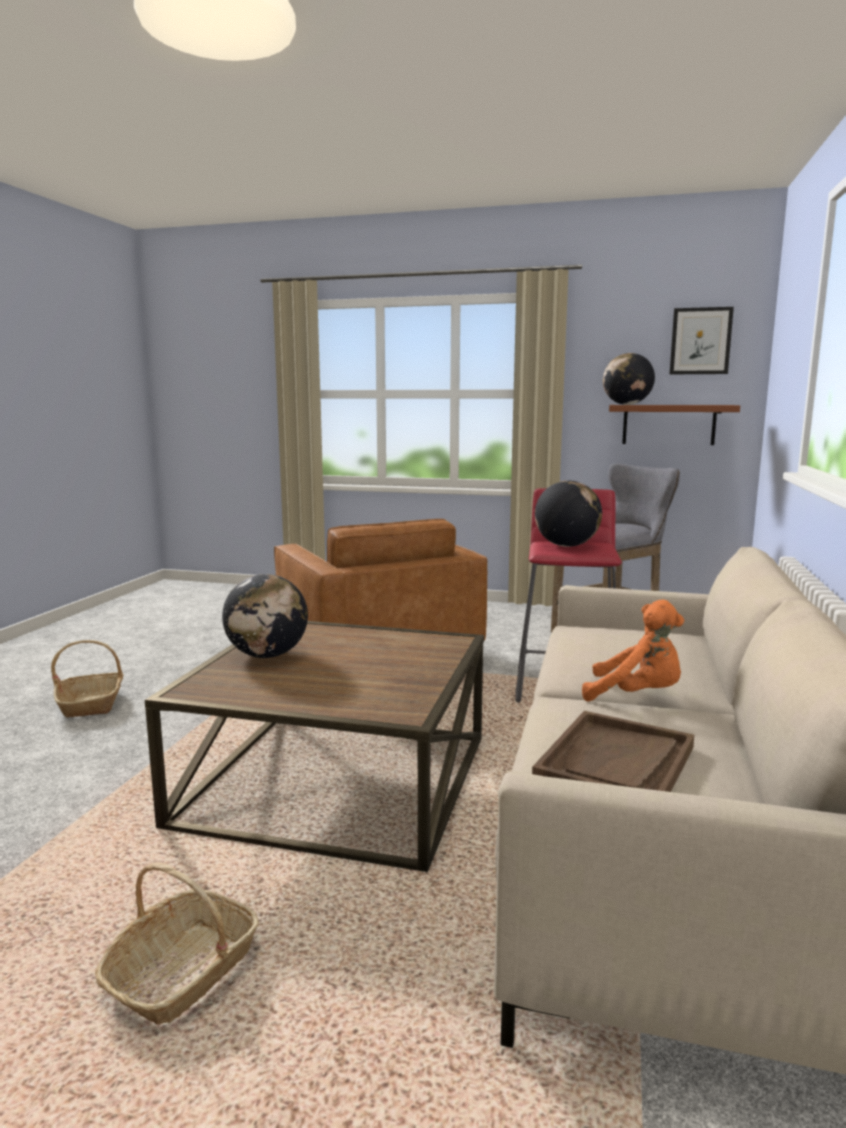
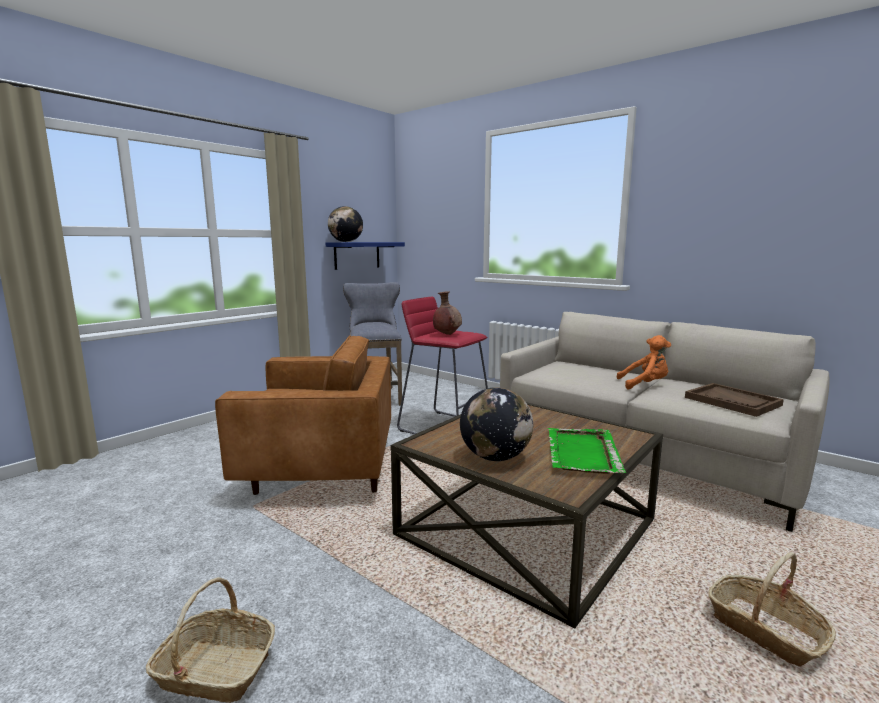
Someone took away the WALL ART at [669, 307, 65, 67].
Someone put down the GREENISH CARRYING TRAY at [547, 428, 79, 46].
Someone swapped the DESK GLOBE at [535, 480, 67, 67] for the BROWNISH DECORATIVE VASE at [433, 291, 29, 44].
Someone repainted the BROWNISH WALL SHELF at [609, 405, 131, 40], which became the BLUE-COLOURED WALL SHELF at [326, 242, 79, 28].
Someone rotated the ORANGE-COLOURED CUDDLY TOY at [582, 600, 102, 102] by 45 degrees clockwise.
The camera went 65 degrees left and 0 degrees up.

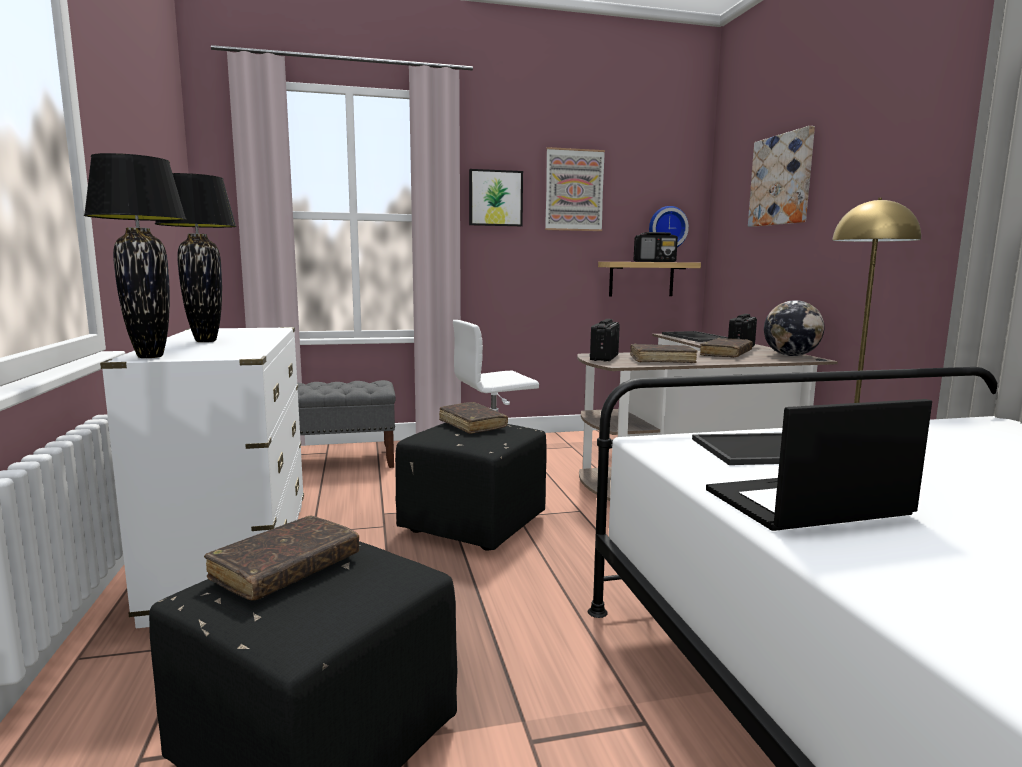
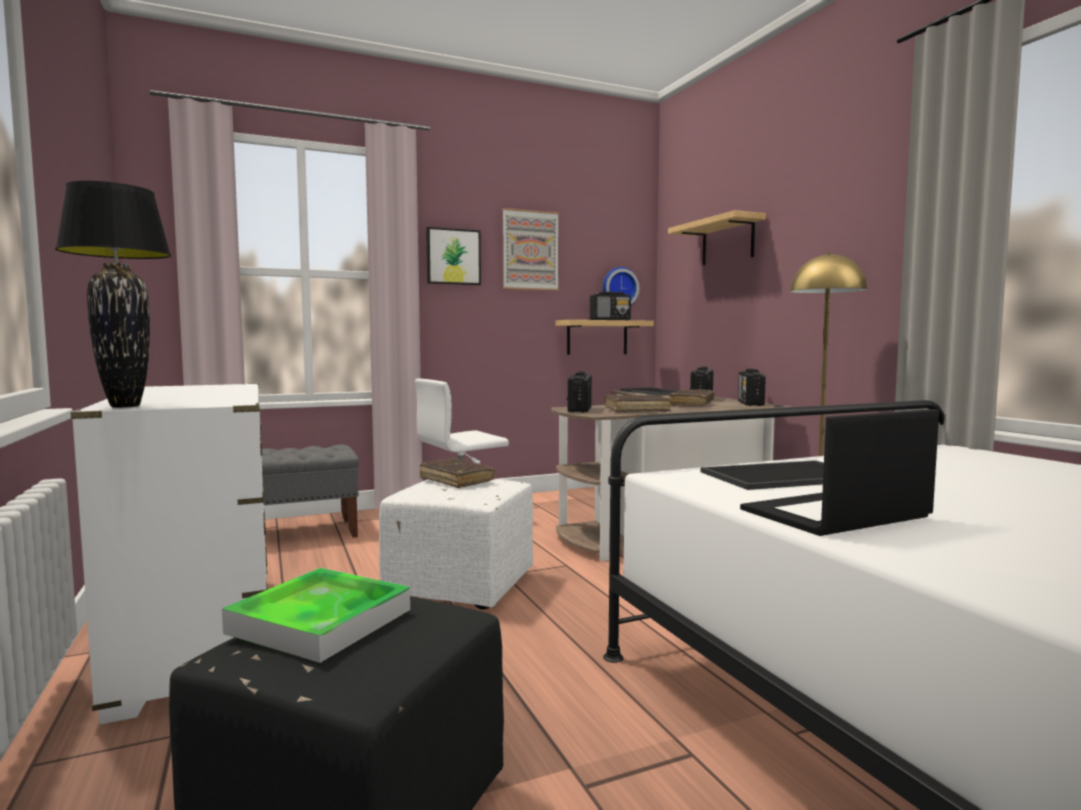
Someone took away the BLACK-COLOURED TABLETOP LAMP at [155, 173, 82, 169].
Someone swapped the BROWNISH BOUND BOOK at [204, 515, 155, 85] for the CARRYING TRAY at [222, 568, 188, 95].
Someone swapped the WALL ART at [748, 126, 67, 101] for the WALL SHELF at [668, 210, 98, 55].
Someone swapped the DESK GLOBE at [764, 300, 60, 56] for the RADIO at [738, 368, 28, 38].
Someone repainted the BLACK-COLOURED OTTOMAN at [395, 423, 152, 128], which became the WHITISH OTTOMAN at [379, 479, 154, 130].
The camera went 10 degrees left and 5 degrees down.

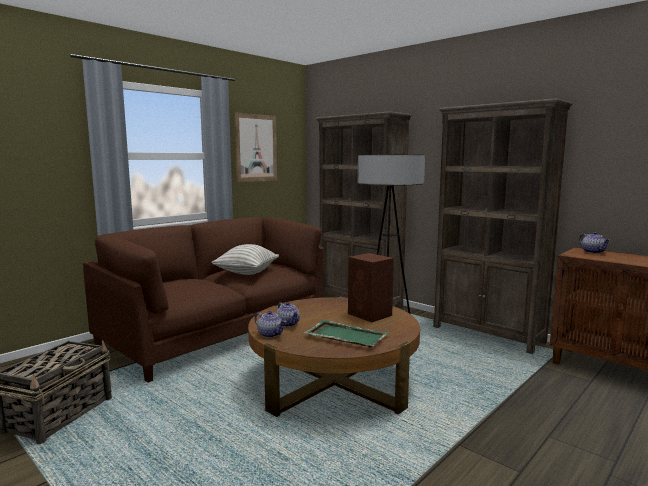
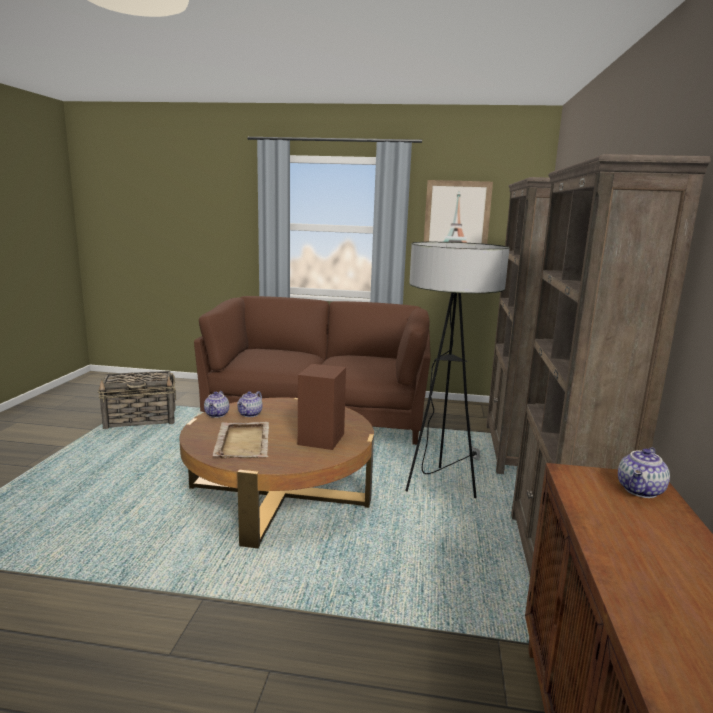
Someone took away the CUSHION at [212, 244, 67, 31].
Someone repainted the GREENISH CARRYING TRAY at [303, 320, 86, 28], which became the BEIGE-COLOURED CARRYING TRAY at [213, 422, 56, 36].
The camera went 55 degrees right and 5 degrees up.

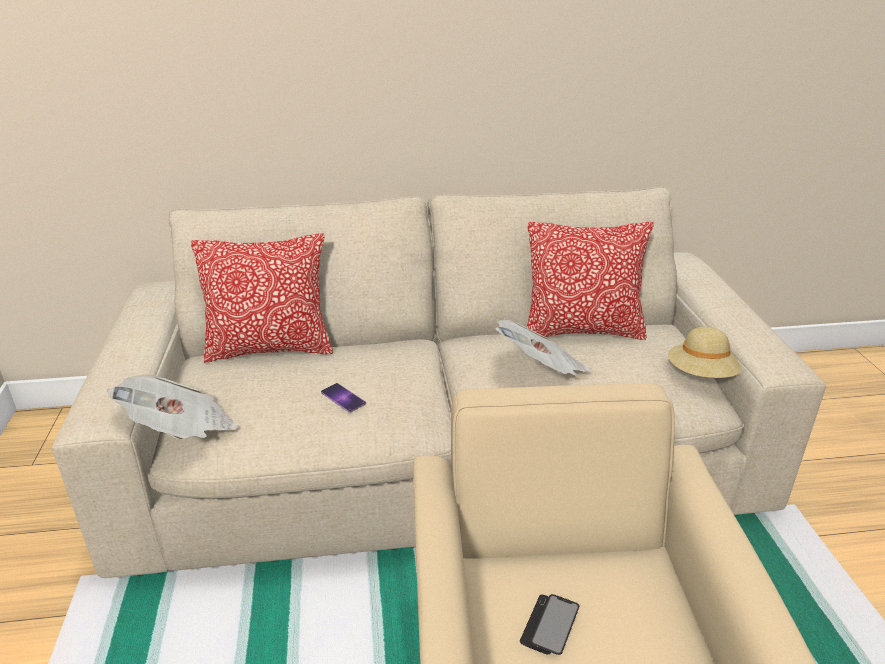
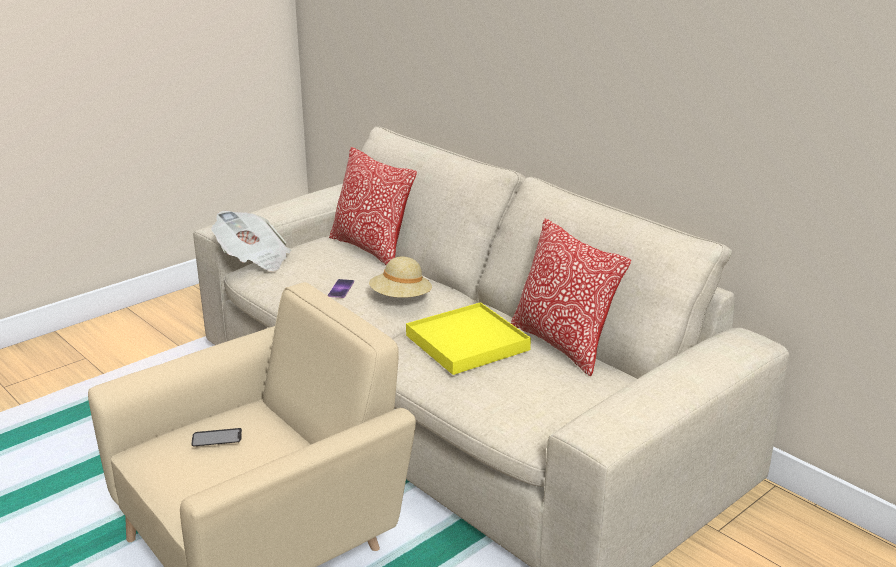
Someone carried the BEIGE-COLOURED WEARABLE HAT from [668, 327, 74, 51] to [369, 256, 63, 42].
Someone swapped the DAILY PAPER at [495, 320, 97, 55] for the YELLOW CARRYING TRAY at [406, 302, 125, 73].
The camera went 55 degrees right and 5 degrees down.

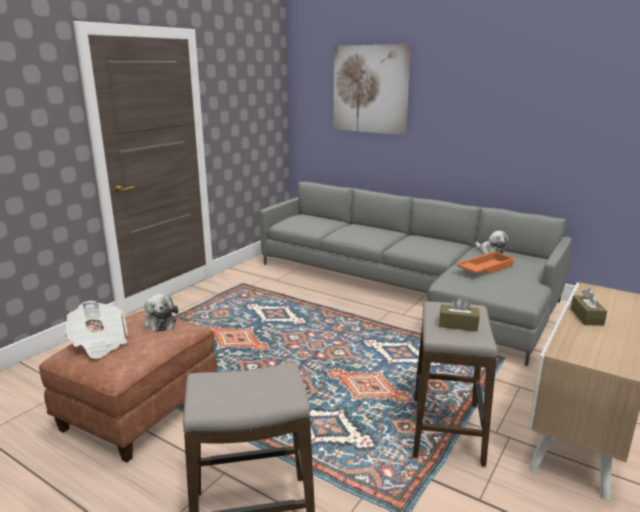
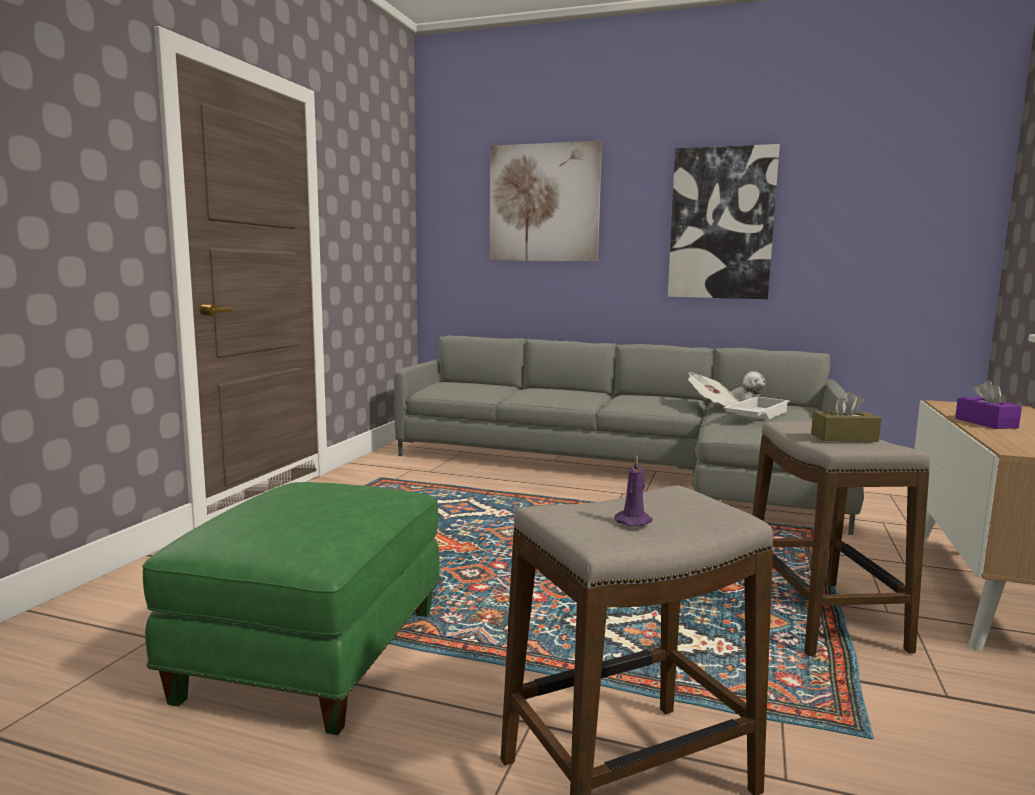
Someone took away the CUDDLY TOY at [143, 294, 35, 38].
Someone put down the PURPLE-COLOURED WAX CANDLE at [614, 455, 39, 72].
Someone put up the WALL ART at [668, 144, 112, 155].
Someone carried the DAILY PAPER from [65, 301, 62, 58] to [688, 372, 52, 35].
Someone repainted the BROWNISH OTTOMAN at [39, 310, 178, 152], which became the GREENISH OTTOMAN at [142, 482, 299, 253].
Someone repainted the ORANGE-COLOURED CARRYING TRAY at [456, 251, 60, 23], which became the WHITISH CARRYING TRAY at [723, 396, 67, 23].
Someone repainted the BROWNISH TISSUE BOX at [571, 288, 36, 38], which became the PURPLE-COLOURED TISSUE BOX at [955, 381, 67, 48].
The camera went 15 degrees left and 10 degrees down.

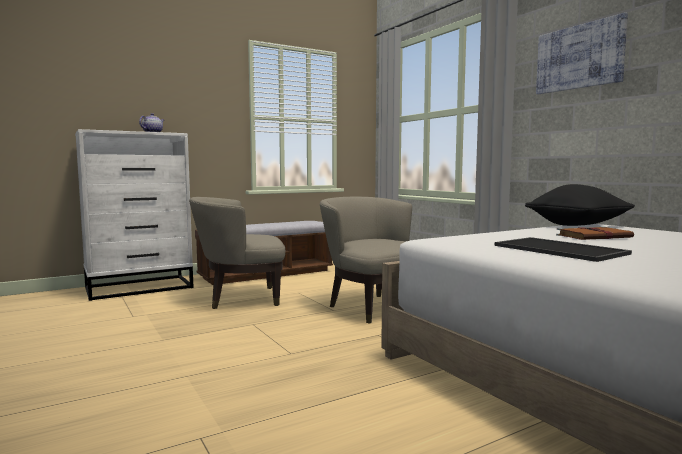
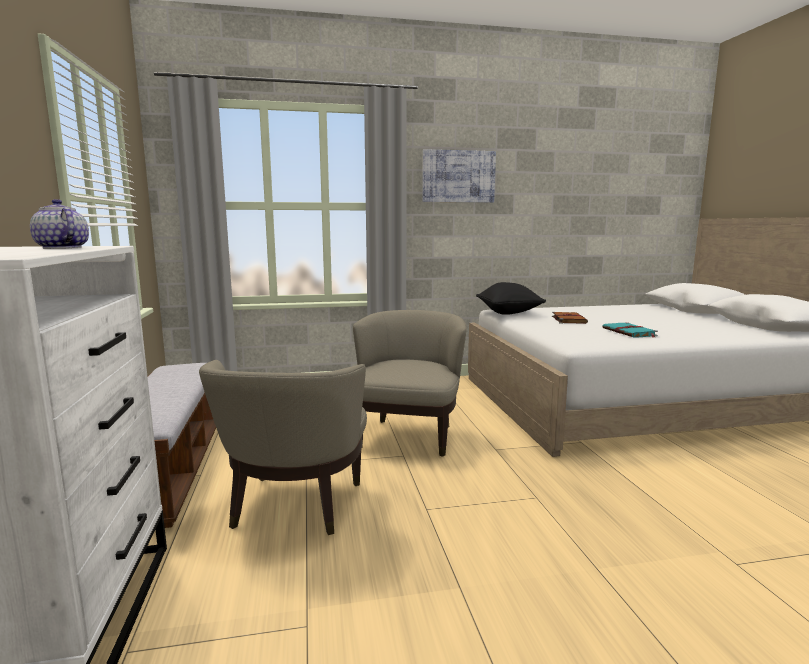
Someone swapped the CARRYING TRAY at [495, 237, 137, 25] for the BLUE-GREEN BOUND BOOK at [603, 322, 55, 16].
Someone rotated the BEIGE-COLOURED ARMCHAIR at [320, 197, 92, 126] by 120 degrees clockwise.
The camera went 70 degrees left and 5 degrees up.

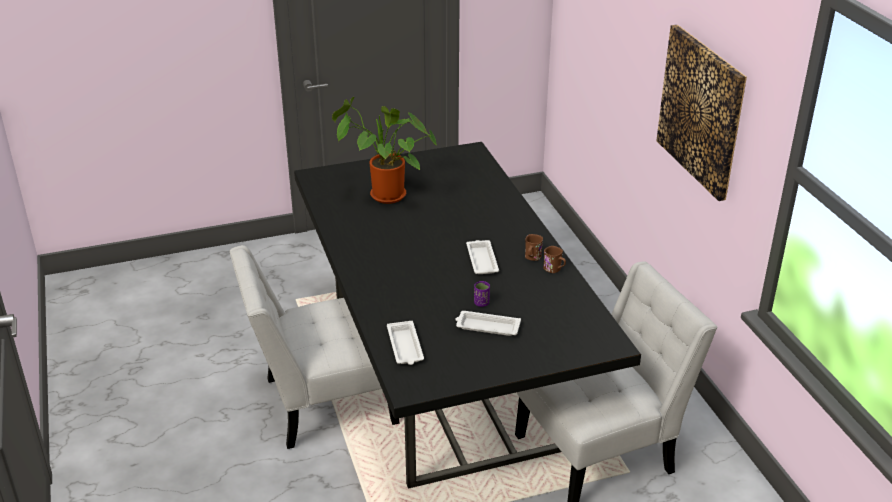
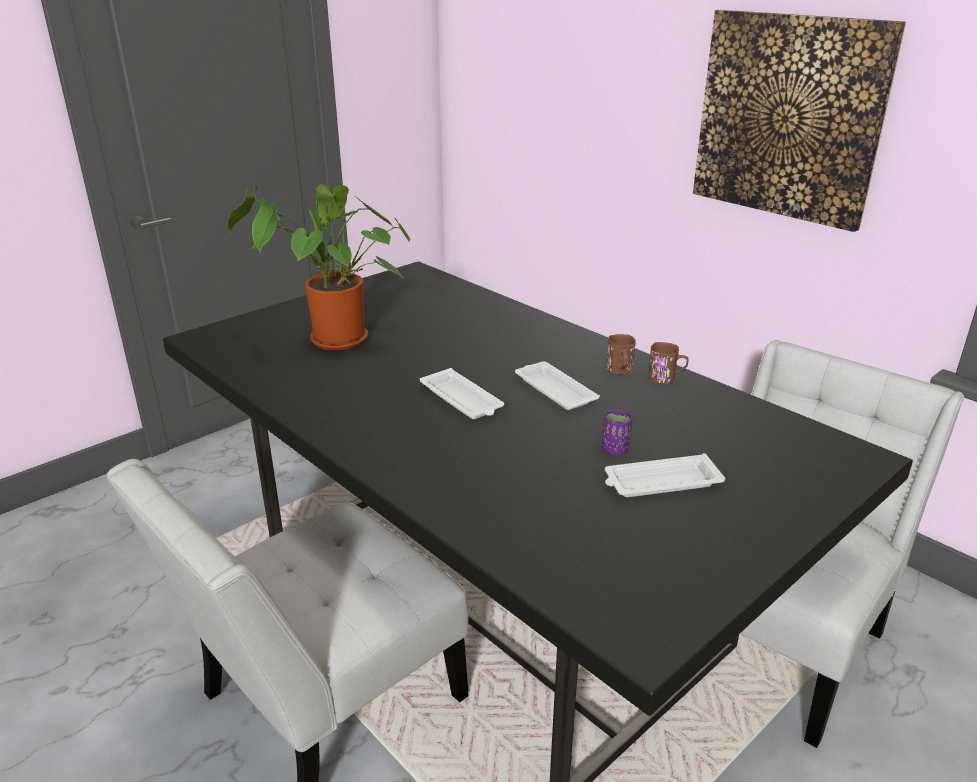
Someone carried the WHITISH CARRYING TRAY from [387, 321, 37, 44] to [420, 368, 84, 51].
The camera went 25 degrees left and 5 degrees down.

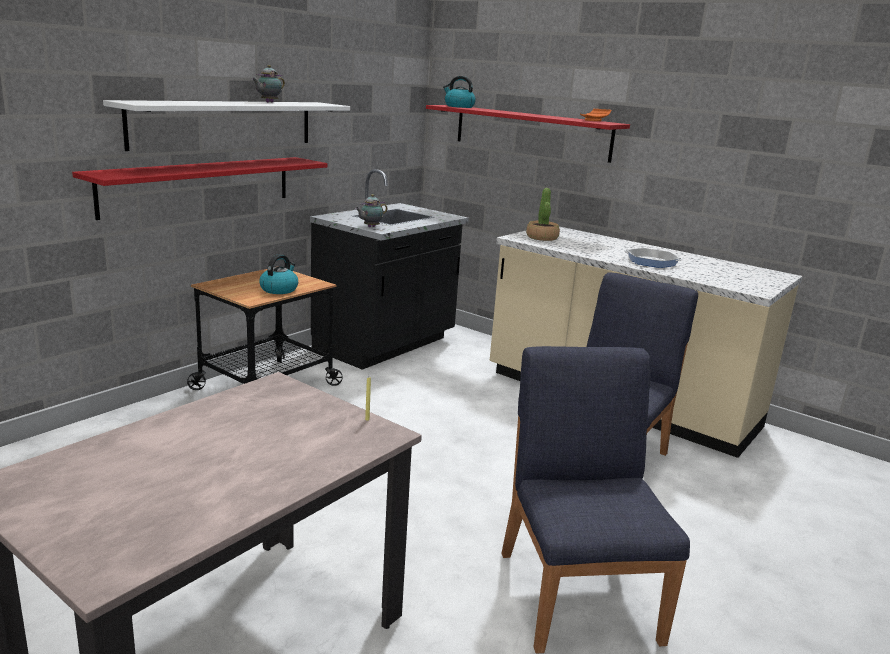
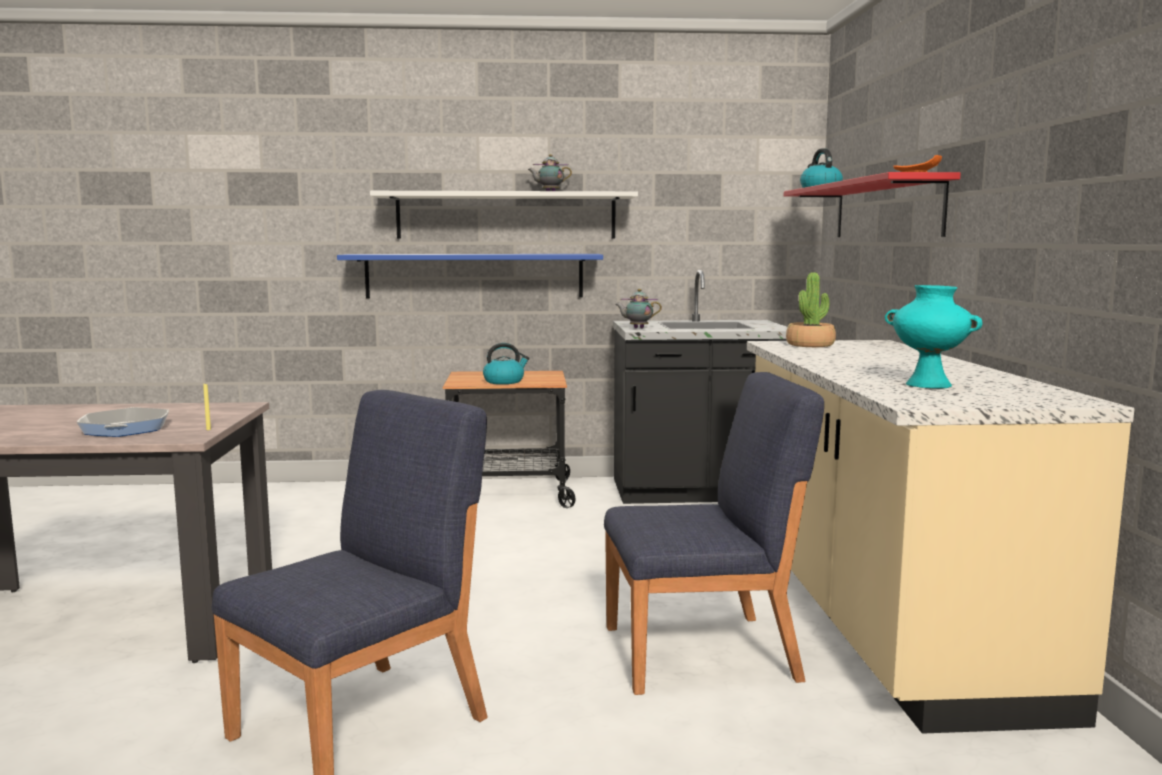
Someone put down the BLUE-GREEN DECORATIVE VASE at [885, 285, 98, 103].
Someone carried the FRYING PAN from [624, 248, 59, 20] to [77, 407, 92, 30].
Someone repainted the REDDISH WALL SHELF at [72, 157, 255, 63], which became the BLUE-COLOURED WALL SHELF at [337, 254, 266, 44].
The camera went 50 degrees right and 10 degrees down.

